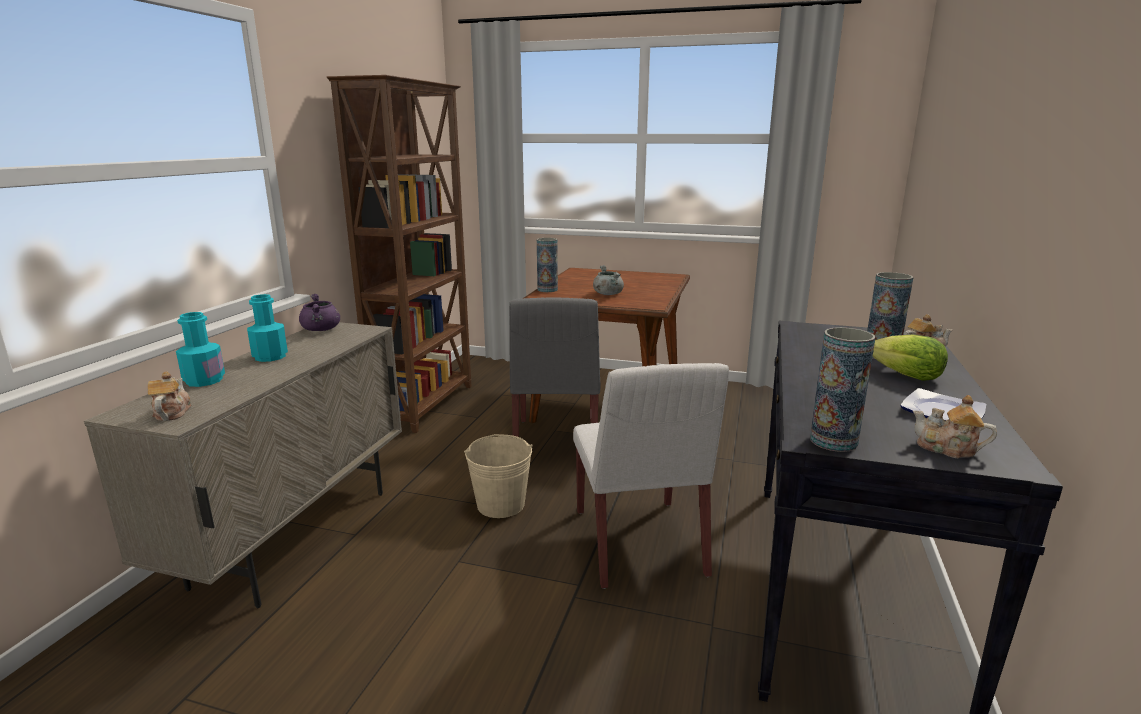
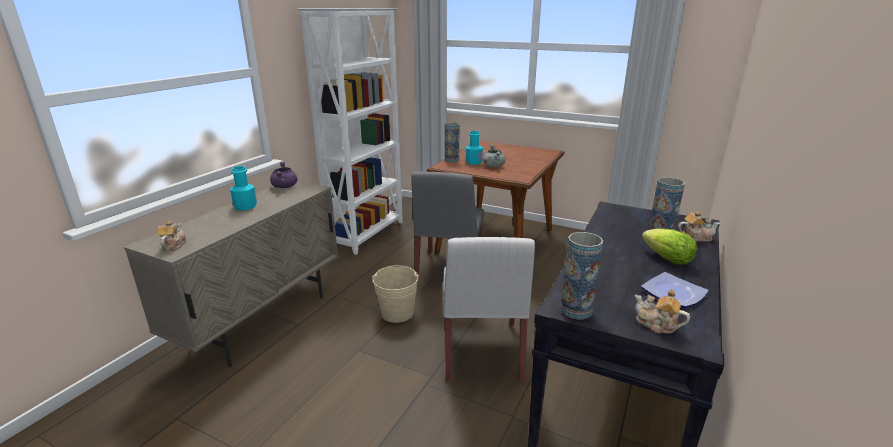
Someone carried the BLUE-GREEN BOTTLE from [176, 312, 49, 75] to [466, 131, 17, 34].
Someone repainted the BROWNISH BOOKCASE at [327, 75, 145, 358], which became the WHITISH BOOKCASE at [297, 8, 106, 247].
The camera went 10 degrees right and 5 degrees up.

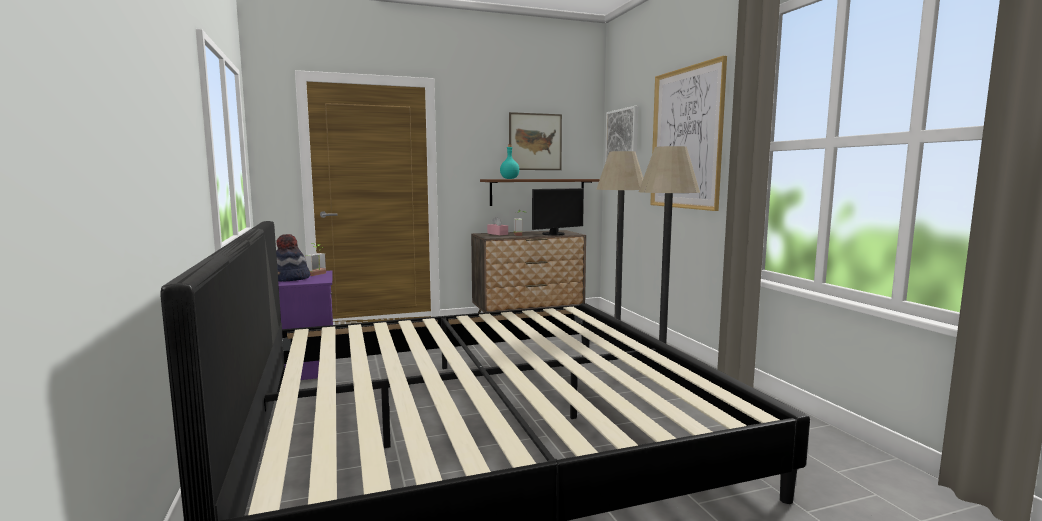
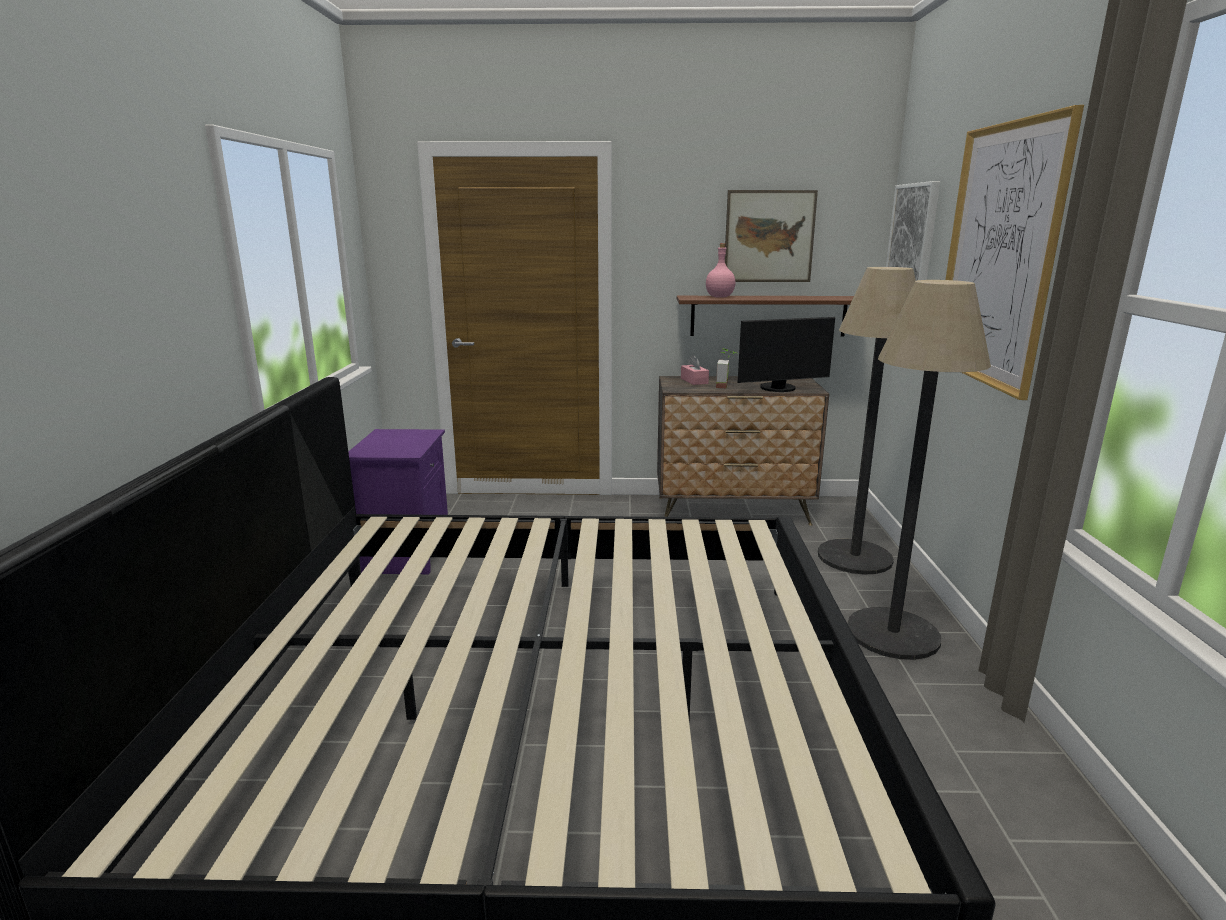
Someone took away the WEARABLE HAT at [276, 234, 34, 47].
Someone took away the POTTED PLANT at [305, 243, 21, 33].
Someone repainted the BLUE-GREEN BOTTLE at [500, 144, 19, 35], which became the PINK-COLOURED BOTTLE at [706, 243, 30, 55].
The camera went 20 degrees right and 10 degrees up.

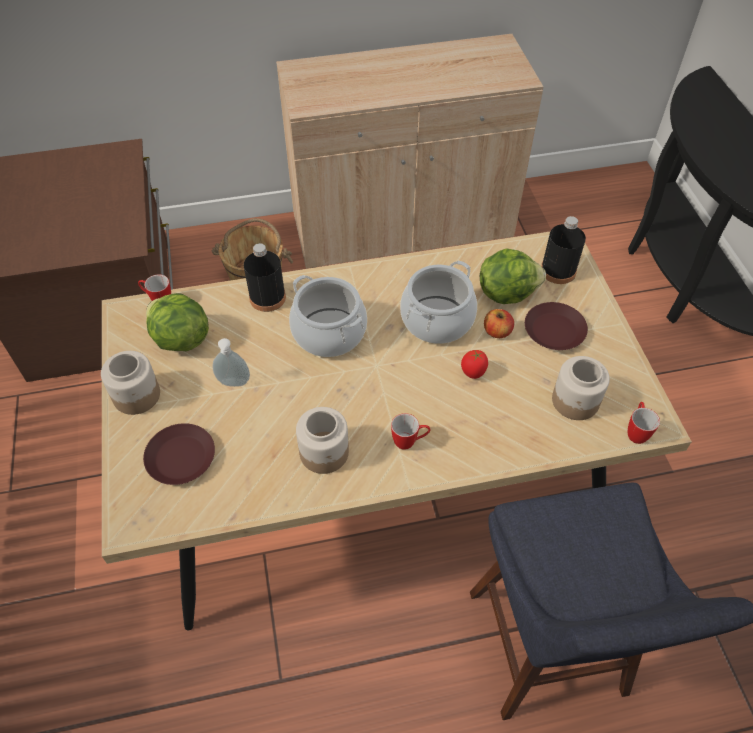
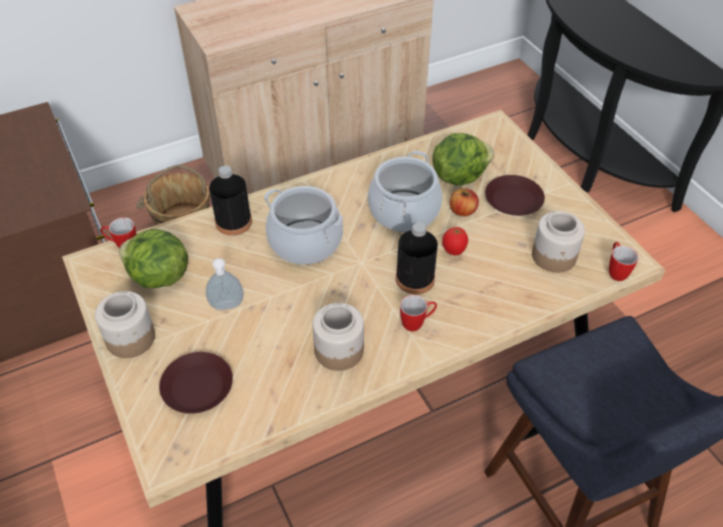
Someone carried the BLACK-COLOURED BOTTLE from [541, 216, 45, 68] to [396, 222, 42, 72].
The camera went 15 degrees left and 5 degrees down.

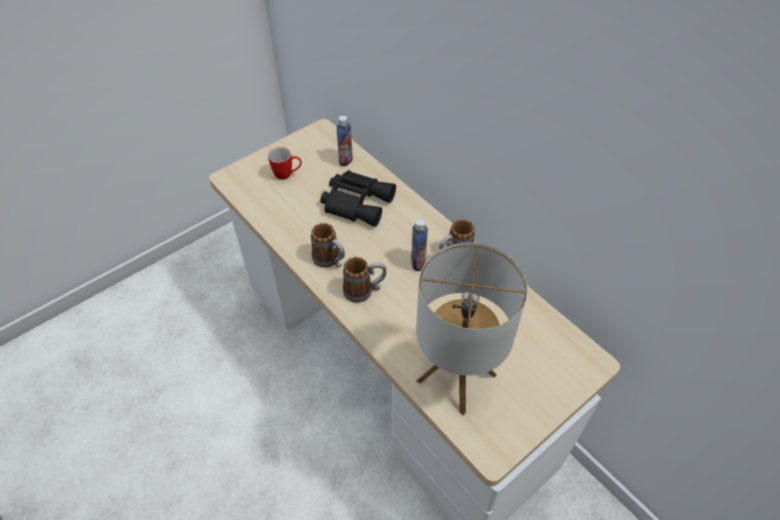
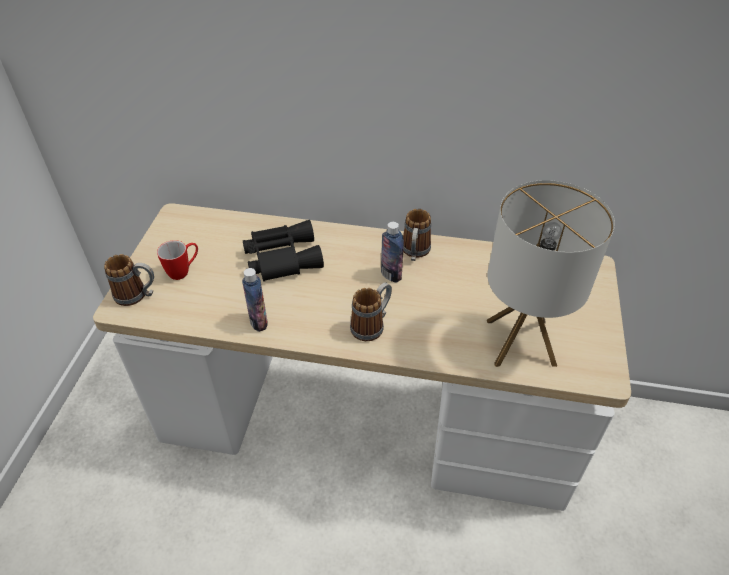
Someone carried the MUG from [311, 223, 34, 45] to [104, 254, 50, 52].
Someone carried the BOTTLE from [336, 116, 17, 51] to [242, 268, 26, 64].
The camera went 40 degrees left and 5 degrees down.

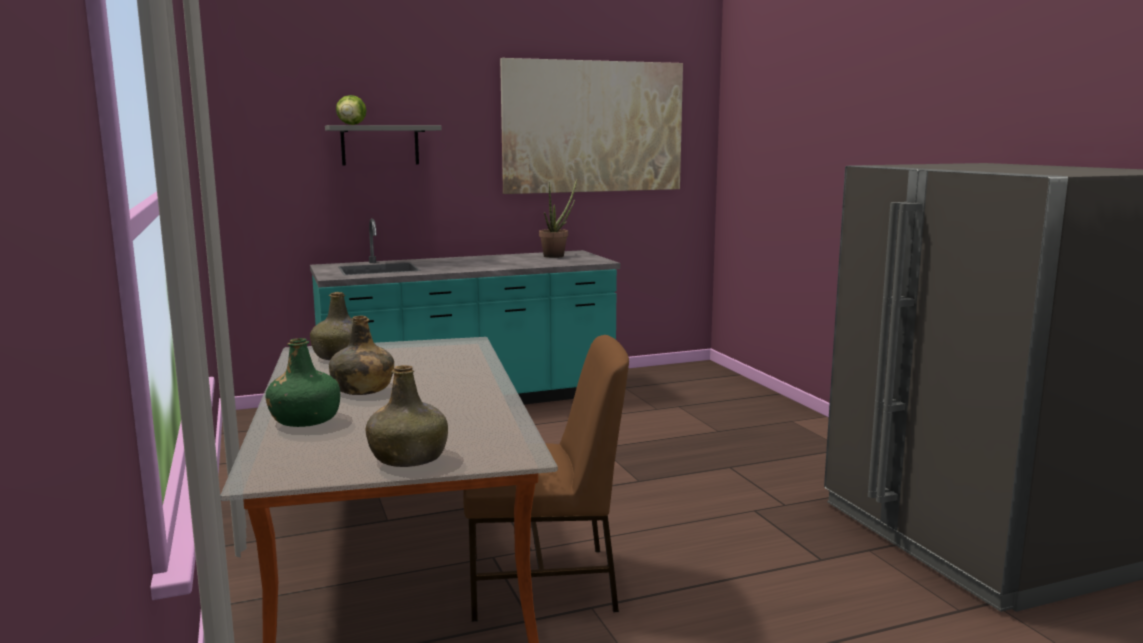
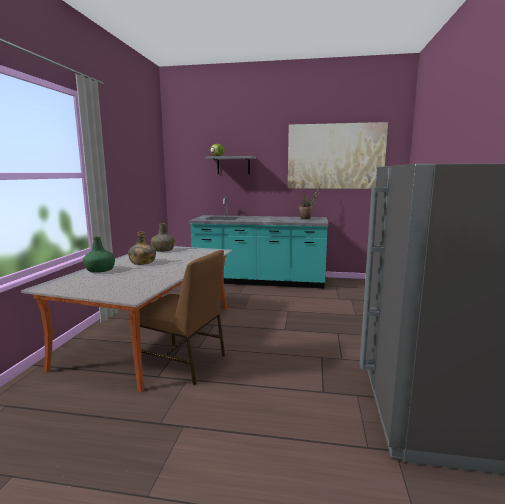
Someone took away the GREENISH BOTTLE at [366, 365, 82, 102].
The camera went 30 degrees right and 0 degrees up.

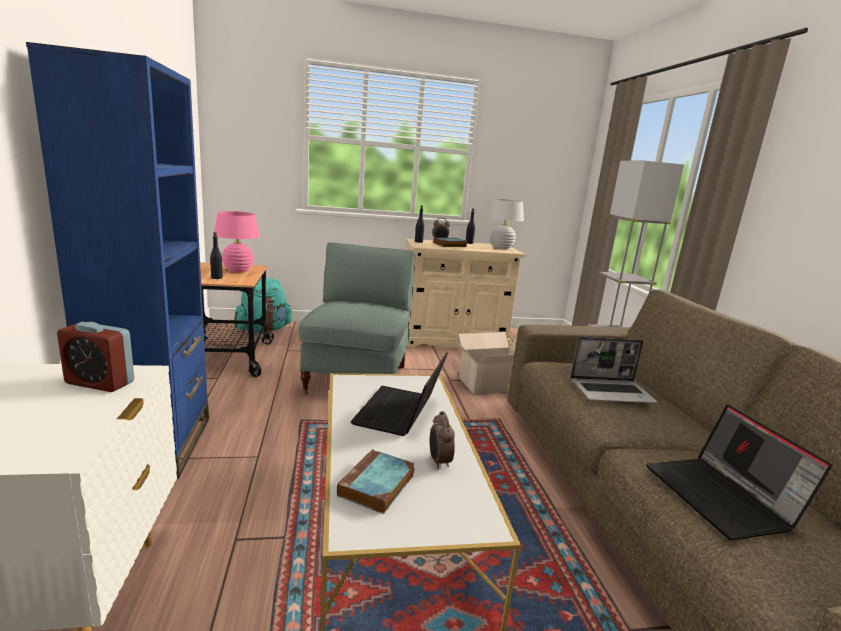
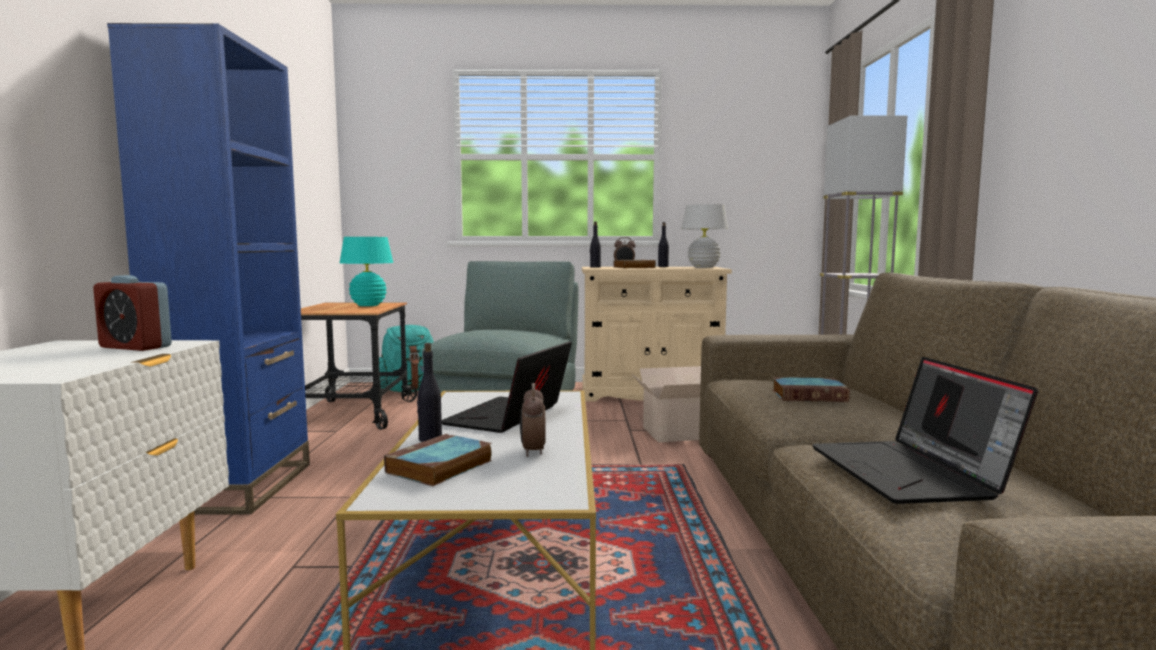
Someone carried the BLACK-COLOURED BOTTLE from [210, 232, 13, 47] to [417, 343, 25, 99].
Someone swapped the PORTABLE COMPUTER at [570, 336, 88, 67] for the BOUND BOOK at [772, 377, 78, 25].
Someone repainted the PINK-COLOURED TABLETOP LAMP at [214, 211, 46, 61], which became the BLUE-GREEN TABLETOP LAMP at [340, 237, 53, 69].
The camera went 10 degrees right and 10 degrees down.

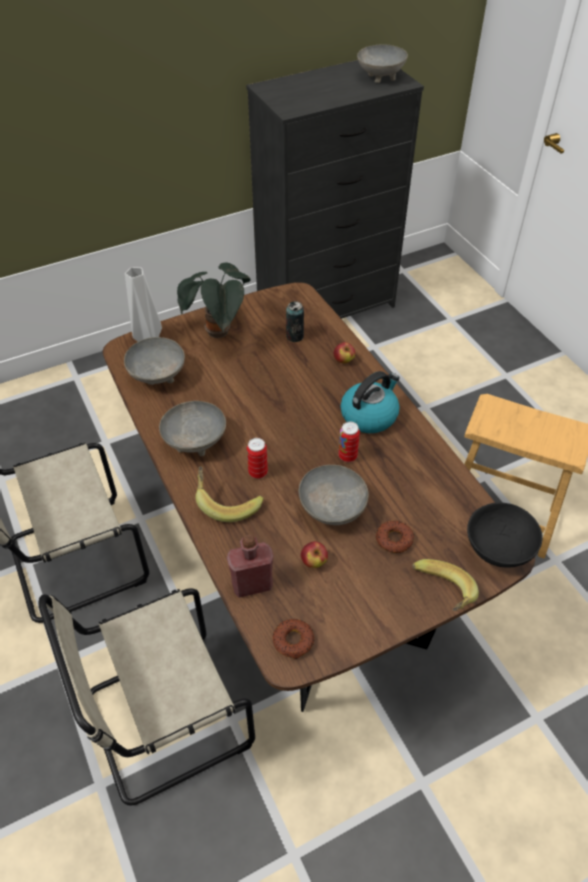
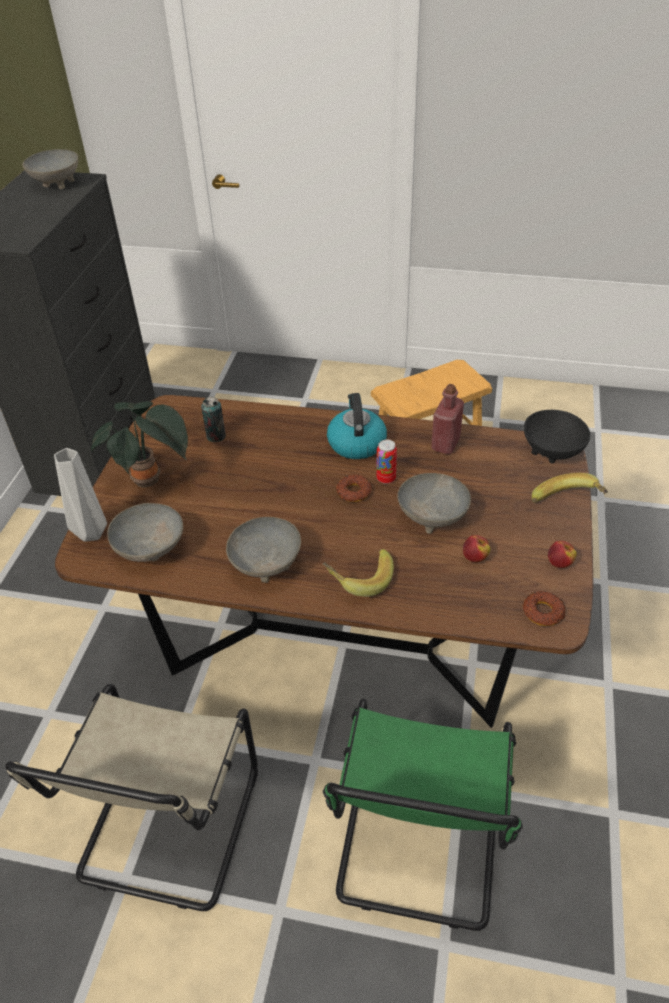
Someone took away the CAN at [247, 438, 21, 41].
Someone carried the REDDISH BOTTLE from [227, 535, 46, 63] to [431, 384, 33, 70].
Someone carried the APPLE from [334, 342, 21, 21] to [548, 541, 29, 27].
Someone carried the DONUT from [376, 521, 38, 32] to [336, 474, 36, 28].
Someone repainted the BEIGE-COLOURED UPRIGHT CHAIR at [38, 588, 217, 218], which became the GREENISH UPRIGHT CHAIR at [323, 698, 200, 233].
The camera went 50 degrees left and 5 degrees down.

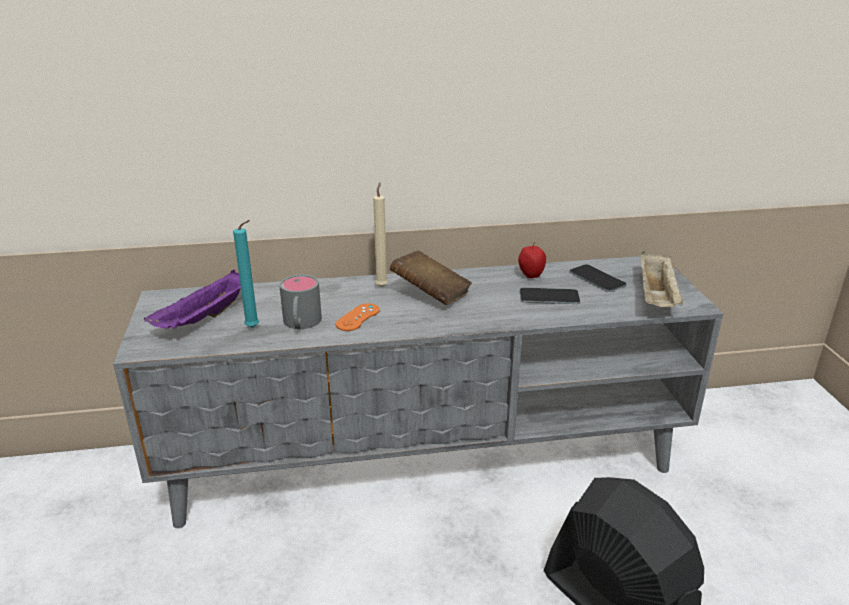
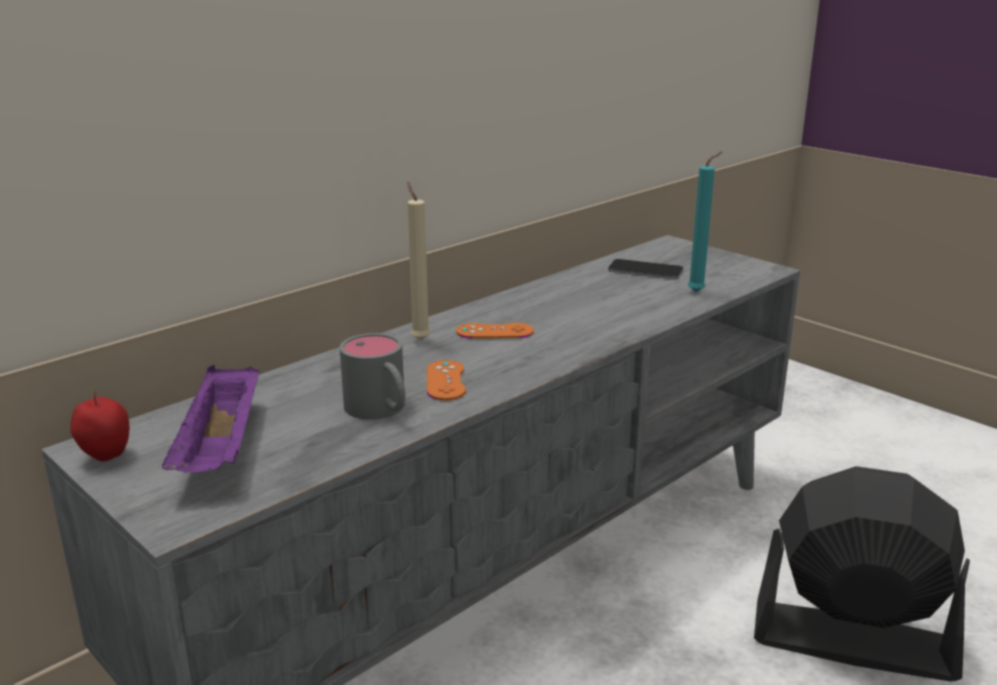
Someone took away the TELEPHONE at [520, 288, 60, 16].
Someone took away the BEIGE-COLOURED CARRYING TRAY at [640, 251, 44, 56].
Someone carried the BLUE-GREEN WAX CANDLE from [233, 220, 26, 108] to [688, 152, 34, 140].
Someone carried the APPLE from [518, 242, 28, 36] to [70, 390, 59, 72].
Someone swapped the BROWNISH BOUND BOOK at [390, 250, 82, 55] for the ORANGE-COLOURED GAME CONTROLLER at [456, 323, 78, 16].
The camera went 35 degrees left and 5 degrees down.

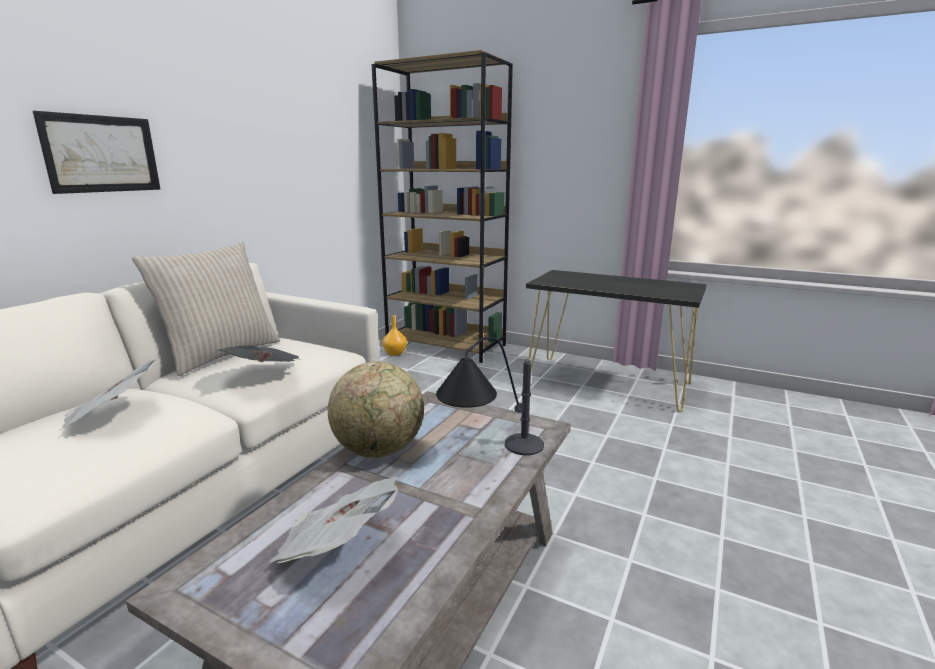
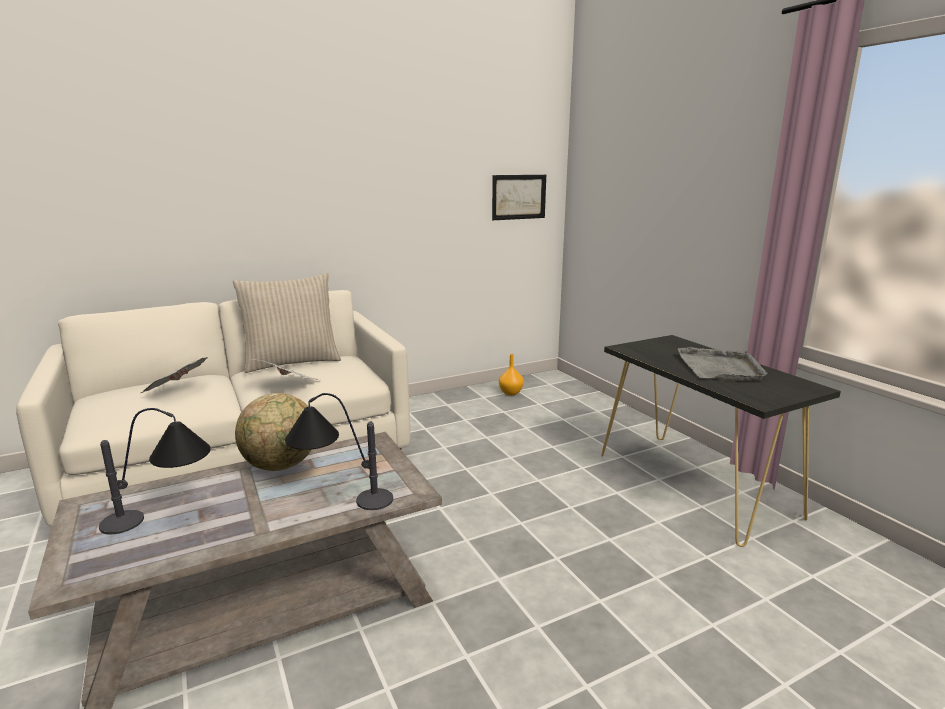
Someone took away the BROWNISH BOOKCASE at [372, 50, 141, 313].
Someone put down the GREY CARRYING TRAY at [678, 347, 89, 34].
Someone carried the WALL ART from [33, 111, 128, 83] to [492, 175, 54, 45].
Someone swapped the DAILY PAPER at [269, 476, 129, 87] for the TABLETOP LAMP at [99, 408, 112, 126].
The camera went 35 degrees right and 0 degrees up.

